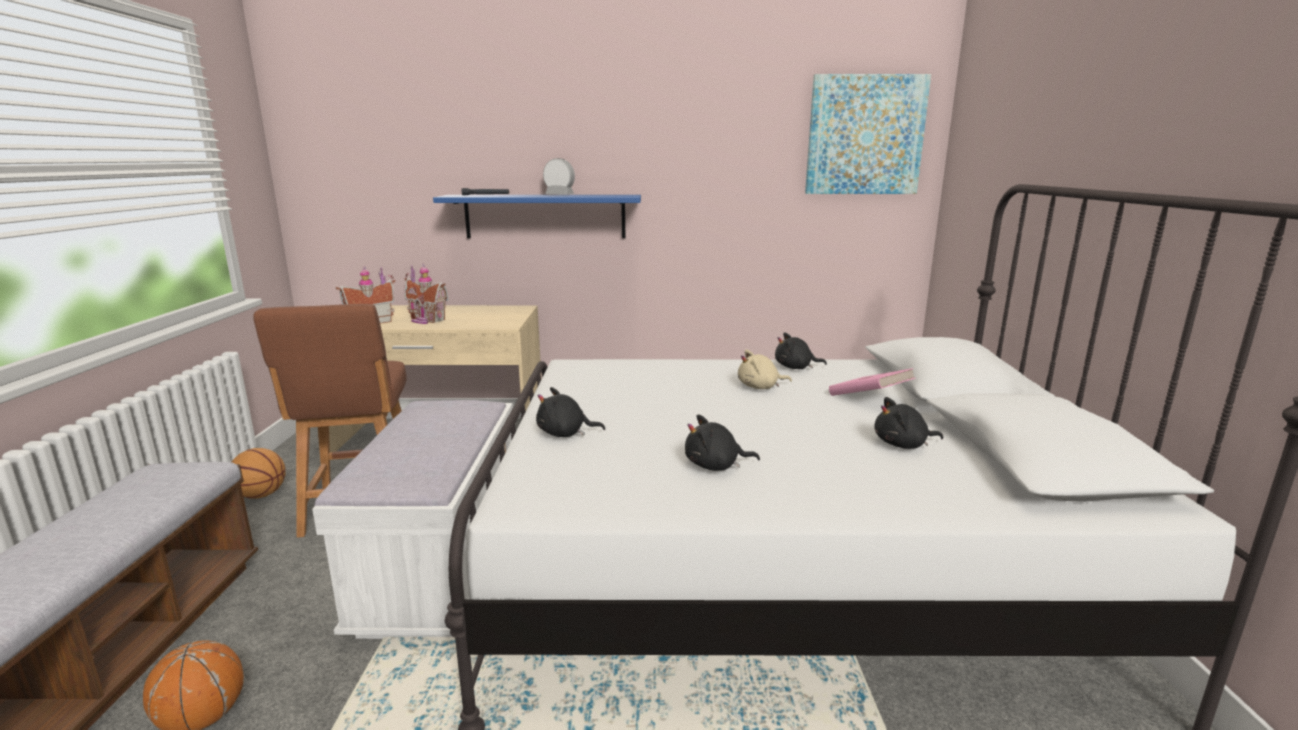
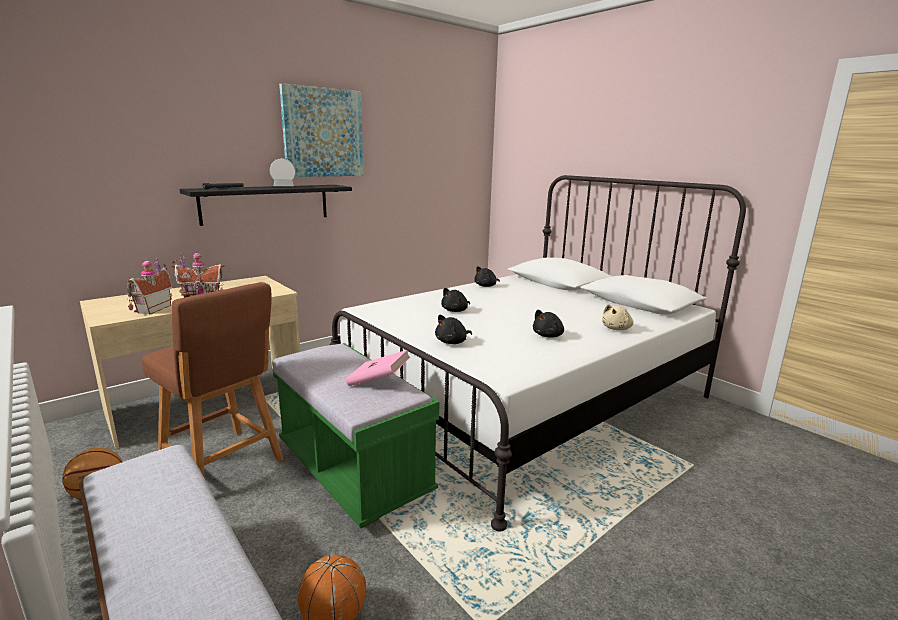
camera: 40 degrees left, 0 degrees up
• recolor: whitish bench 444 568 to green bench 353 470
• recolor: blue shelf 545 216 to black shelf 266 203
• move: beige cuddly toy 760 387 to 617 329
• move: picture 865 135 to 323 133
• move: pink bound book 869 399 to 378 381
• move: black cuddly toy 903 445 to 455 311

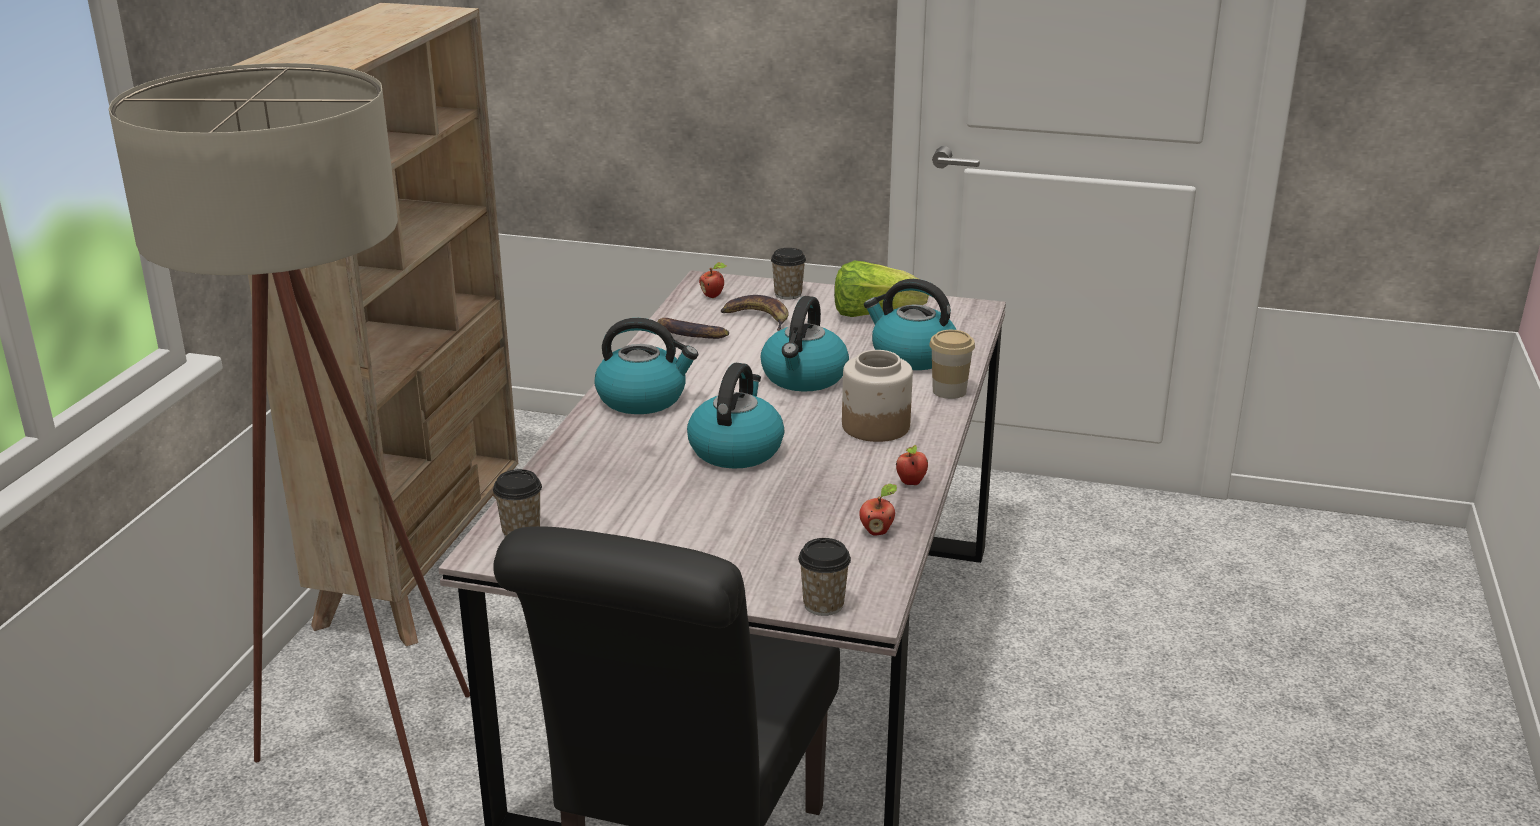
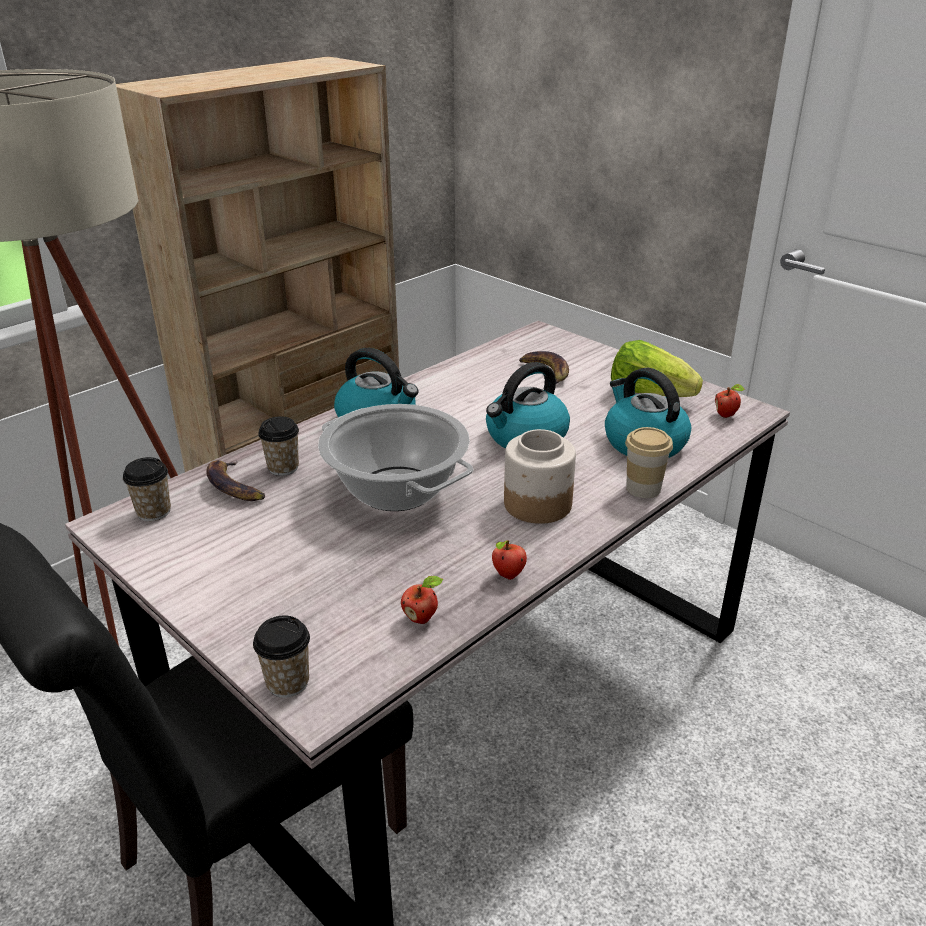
camera: 30 degrees right, 5 degrees up
• move: banana 689 335 to 233 486
• replace: tea kettle 736 449 to saucepot 395 489
• move: whole apple 713 296 to 726 415
• move: drinking cup 788 294 to 283 468

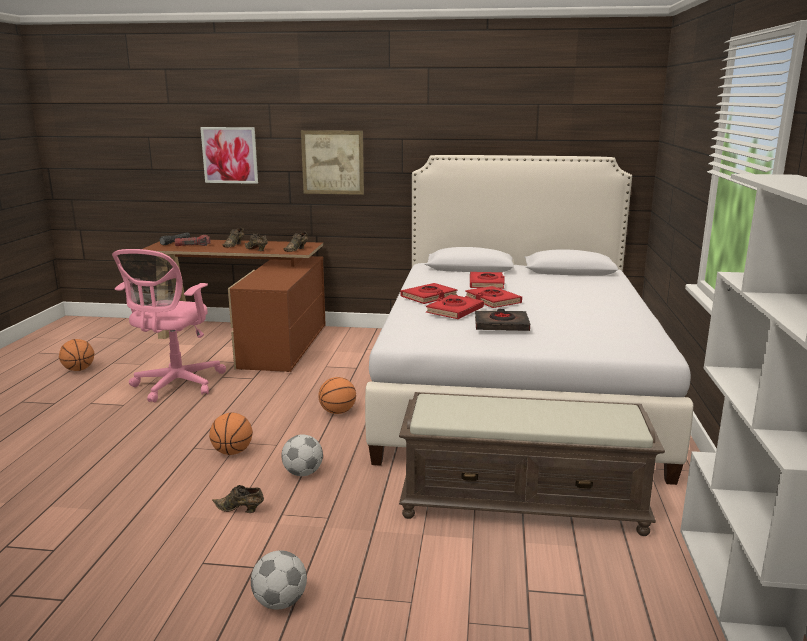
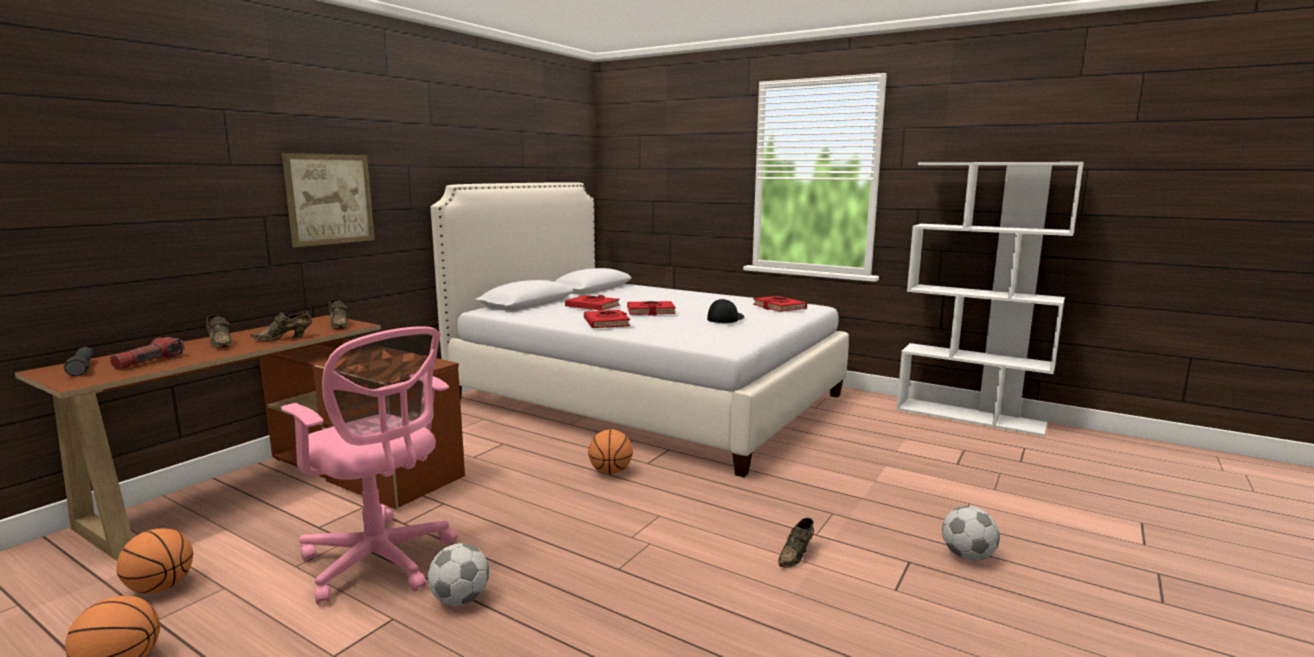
camera: 65 degrees left, 5 degrees down
• delete: picture 230 155
• move: basketball ball 232 452 to 160 588
• move: football 303 473 to 460 599
• delete: brown-coloured bench 523 504
• move: reddish bound book 454 311 to 779 307
• replace: black bound book 501 325 to peaked cap 725 318

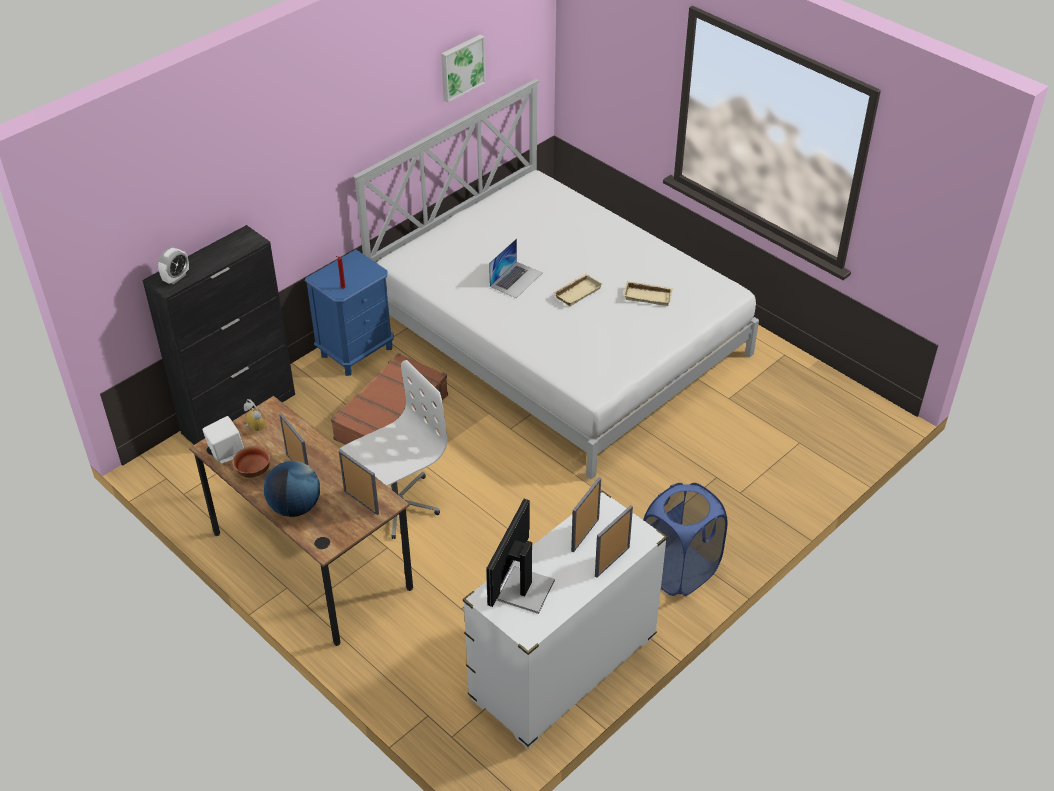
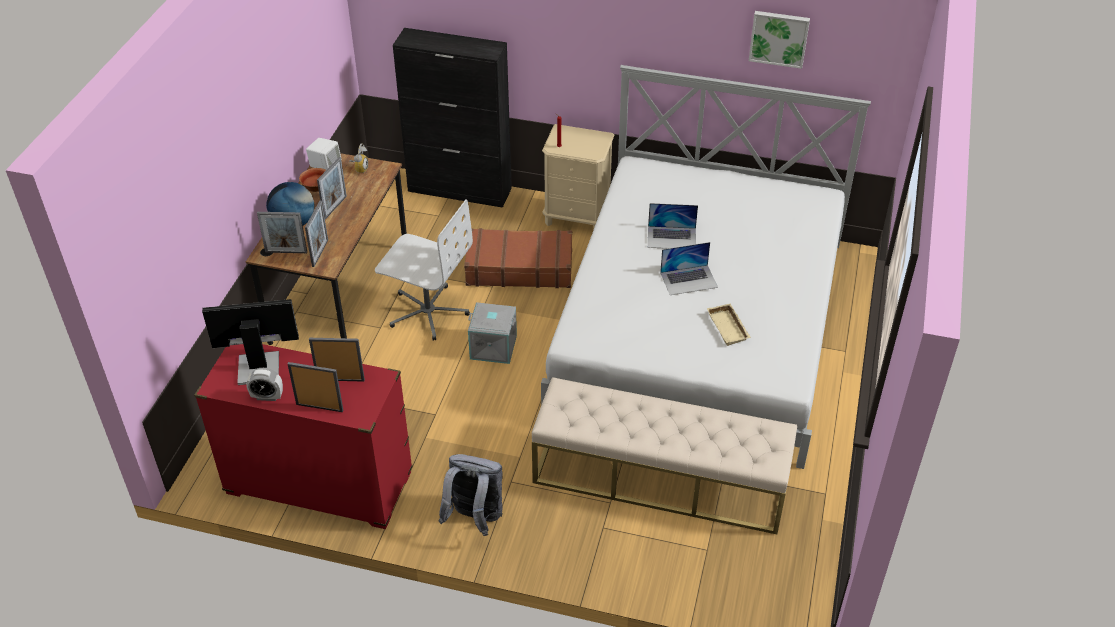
camera: 60 degrees right, 0 degrees up
• move: alarm clock 176 278 to 267 396
• recolor: blue night table 357 351 to beige night table 577 217
• recolor: whitish drawer chest 563 669 to reddish drawer chest 319 484
• replace: beige serving tray 577 292 to portable computer 689 280
• replace: blue laundry basket 679 570 to gray rucksack 474 518
• insert: standing frame 286 252
• insert: gray storage bin 494 346
• insert: beige bench 661 478

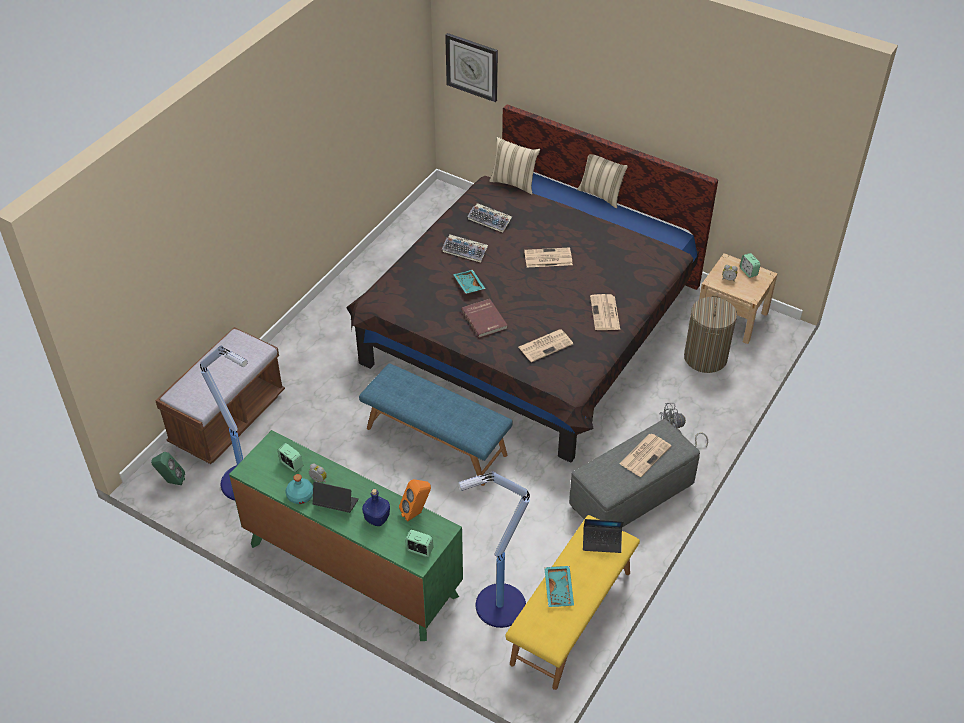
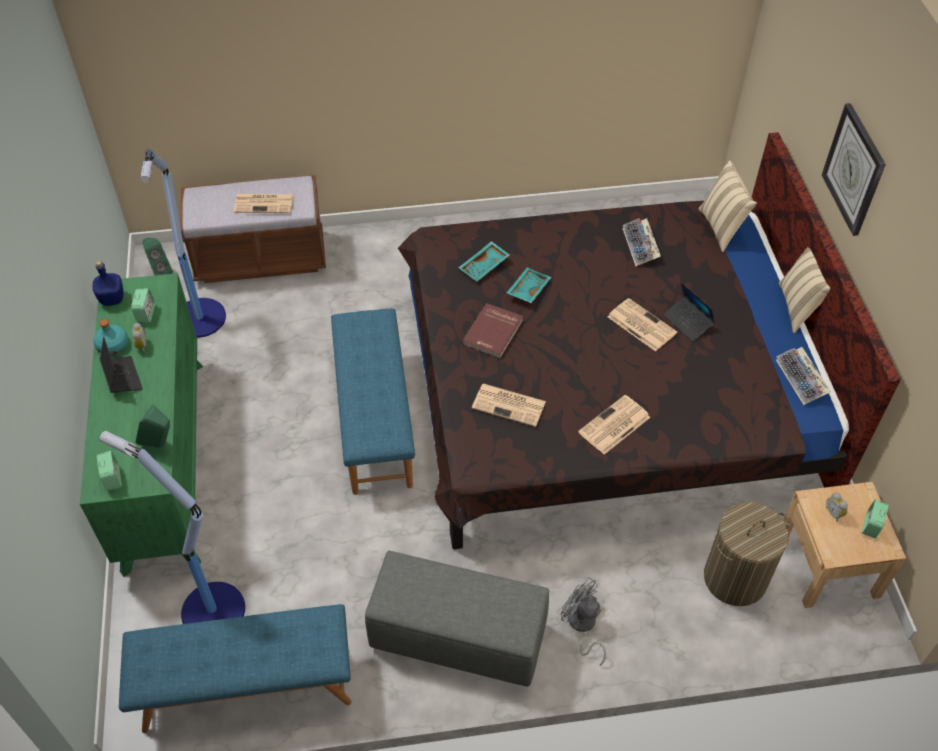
camera: 50 degrees right, 5 degrees up
• move: blue beverage bottle 376 518 to 112 298
• recolor: orange-coloured loudspeaker 416 513 to green loudspeaker 160 445
• move: computer keyboard 465 251 to 802 379
• move: hanging clock 472 67 to 854 169
• recolor: yellow-coloured bench 572 617 to blue bench 246 687
• move: turquoise serving tray 559 589 to 484 266
• move: portable computer 602 541 to 688 322
• move: daily paper 645 454 to 265 203

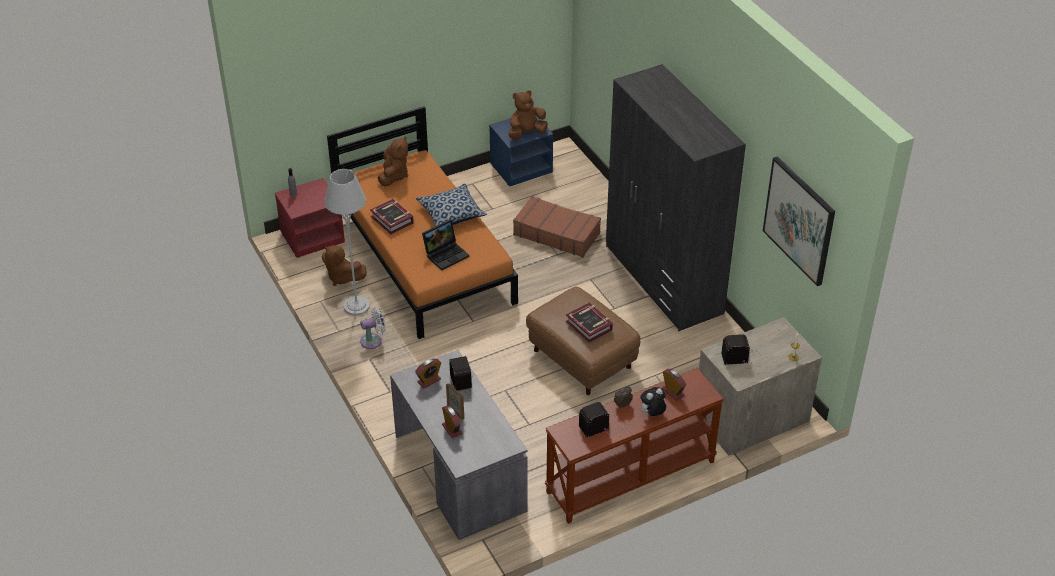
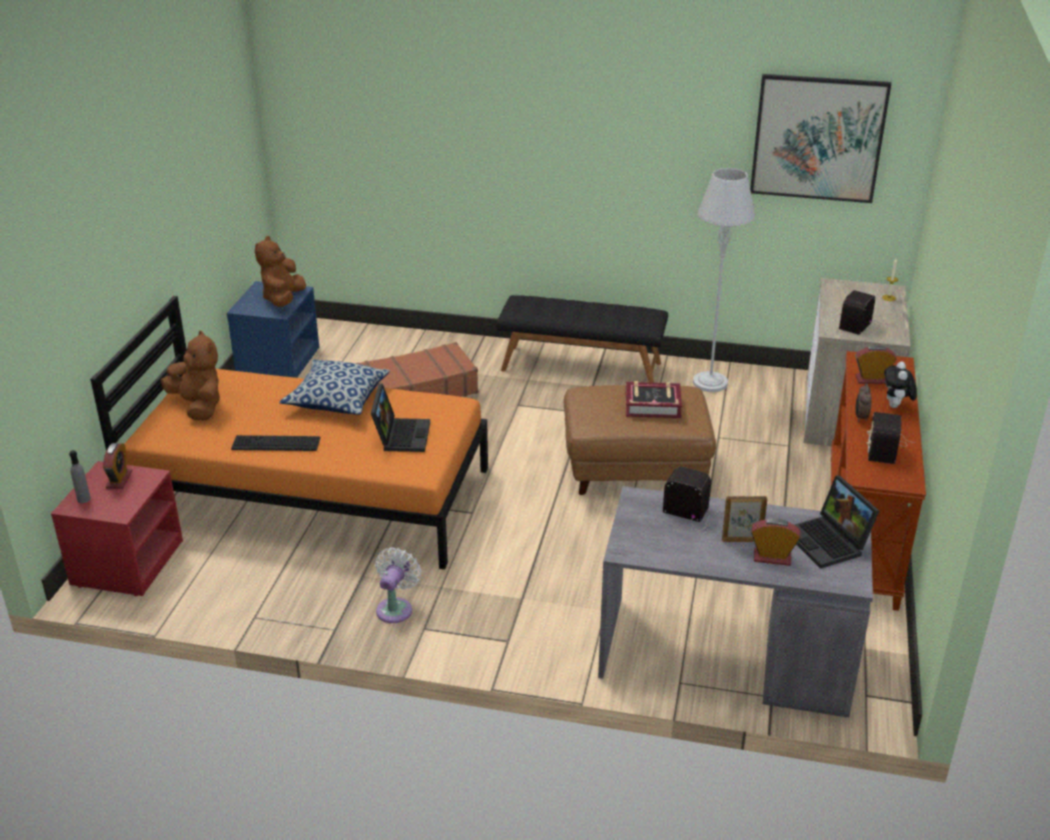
camera: 50 degrees left, 10 degrees down
• delete: brown-coloured cuddly toy 342 277
• move: gray standing lamp 356 306 to 710 383
• replace: bound book 392 220 to computer keyboard 276 443
• move: alarm clock 429 380 to 119 479
• replace: gray clothes cupboard 663 280 to black bench 581 366
• insert: portable computer 829 542

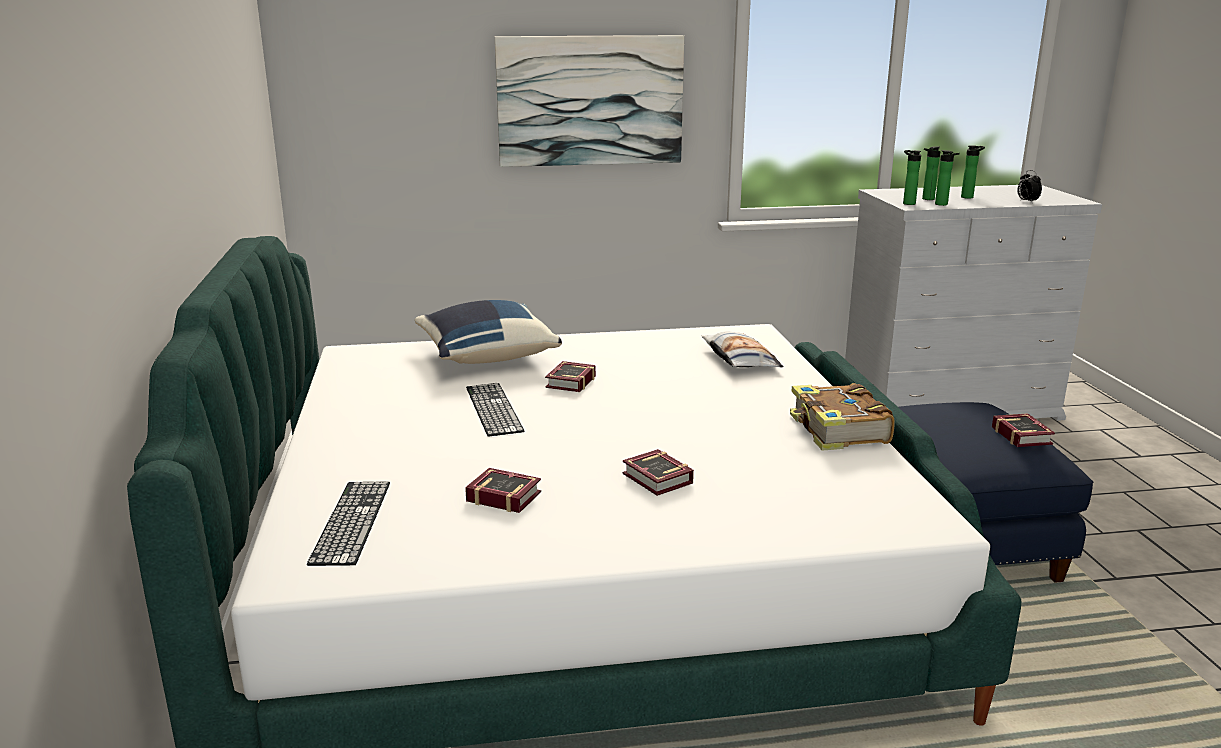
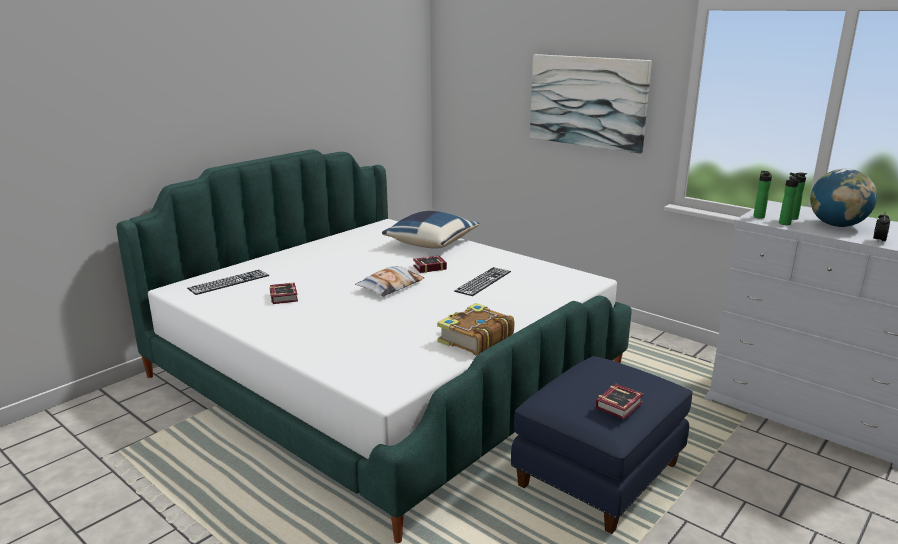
camera: 50 degrees right, 0 degrees up
• move: computer keyboard 493 409 to 483 281
• delete: bound book 657 480
• move: cushion 739 359 to 390 286
• replace: beverage bottle 968 197 to desk globe 837 225

